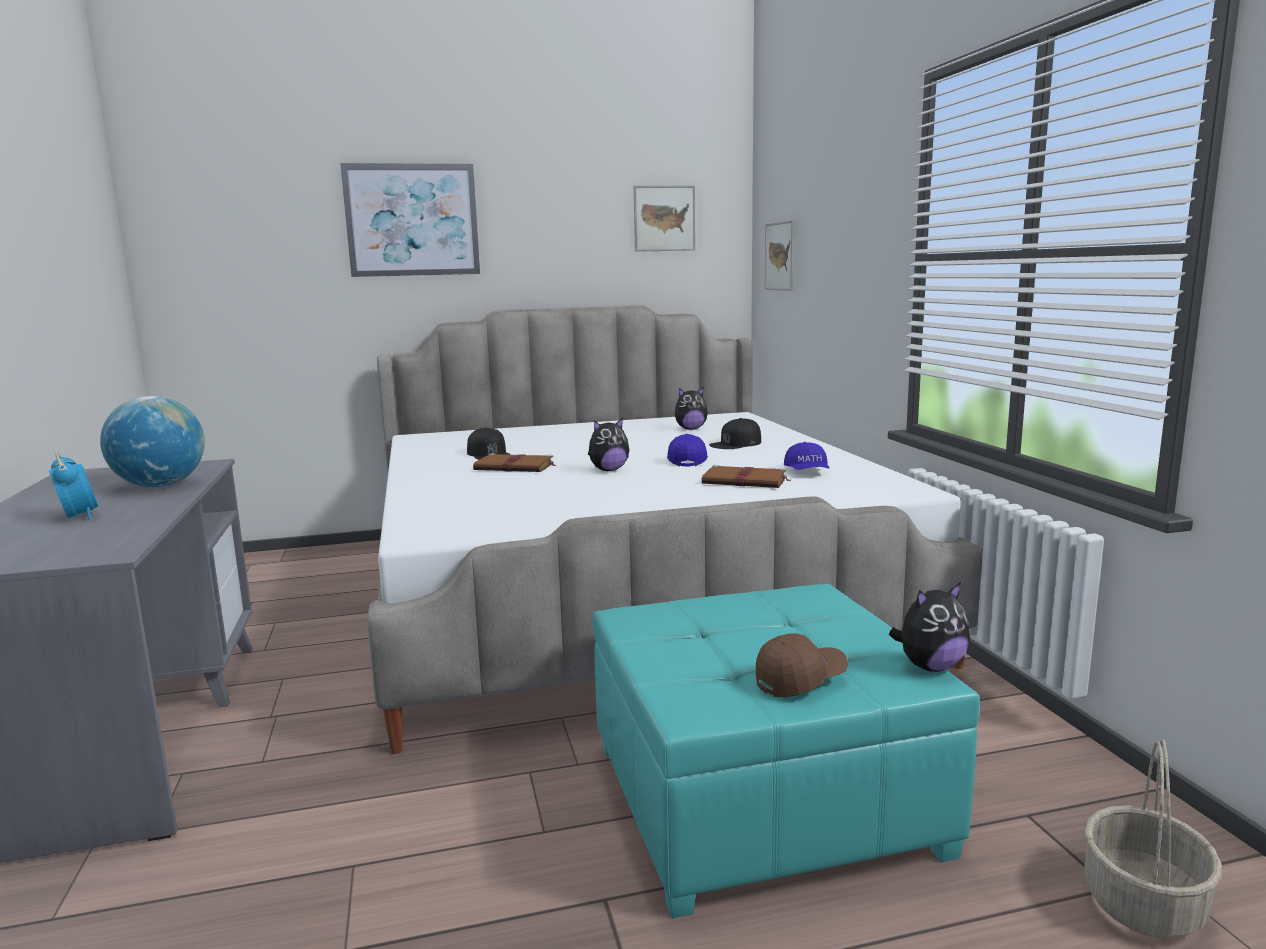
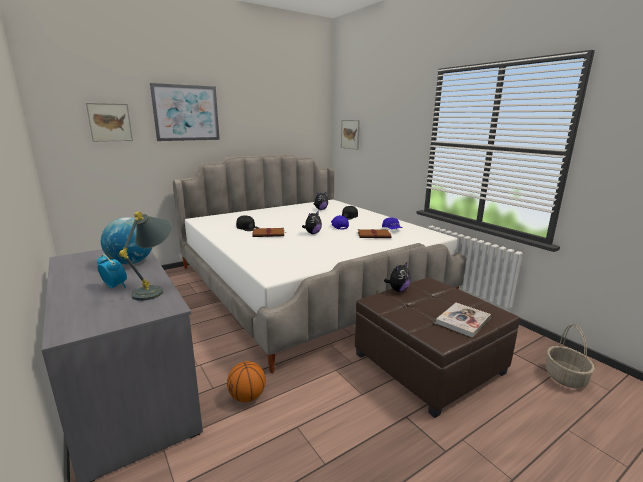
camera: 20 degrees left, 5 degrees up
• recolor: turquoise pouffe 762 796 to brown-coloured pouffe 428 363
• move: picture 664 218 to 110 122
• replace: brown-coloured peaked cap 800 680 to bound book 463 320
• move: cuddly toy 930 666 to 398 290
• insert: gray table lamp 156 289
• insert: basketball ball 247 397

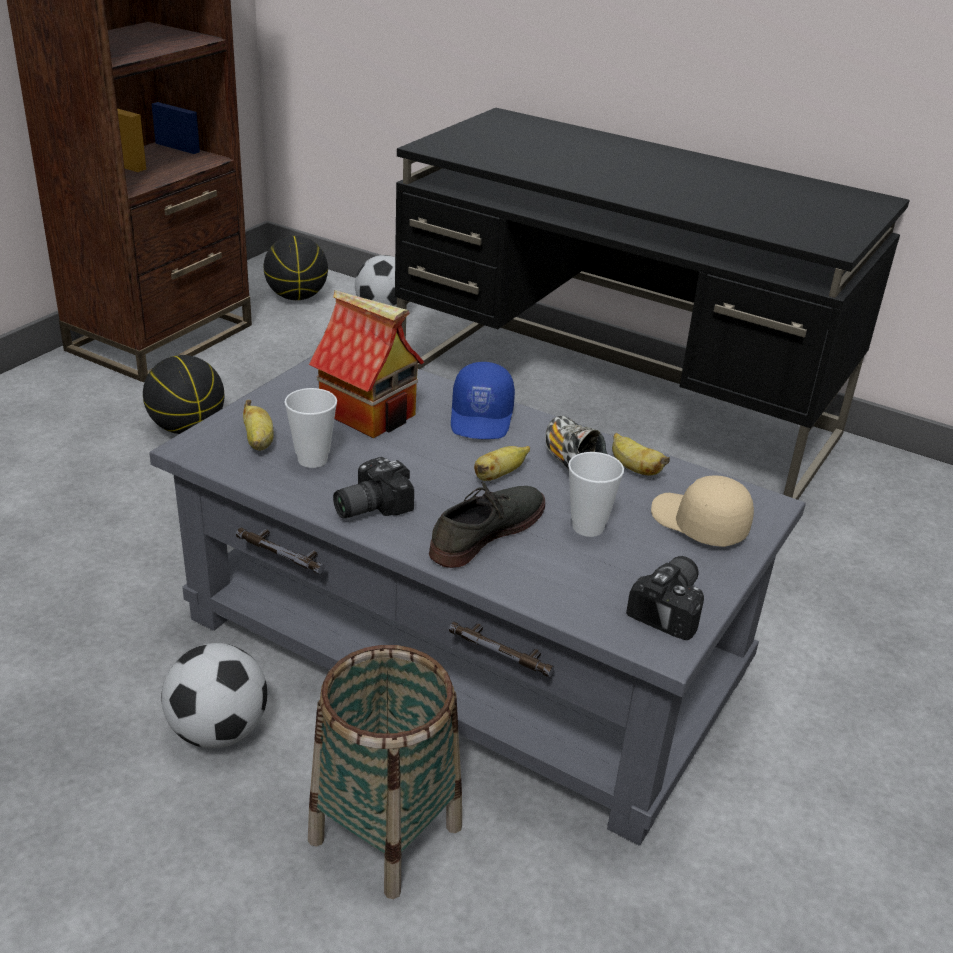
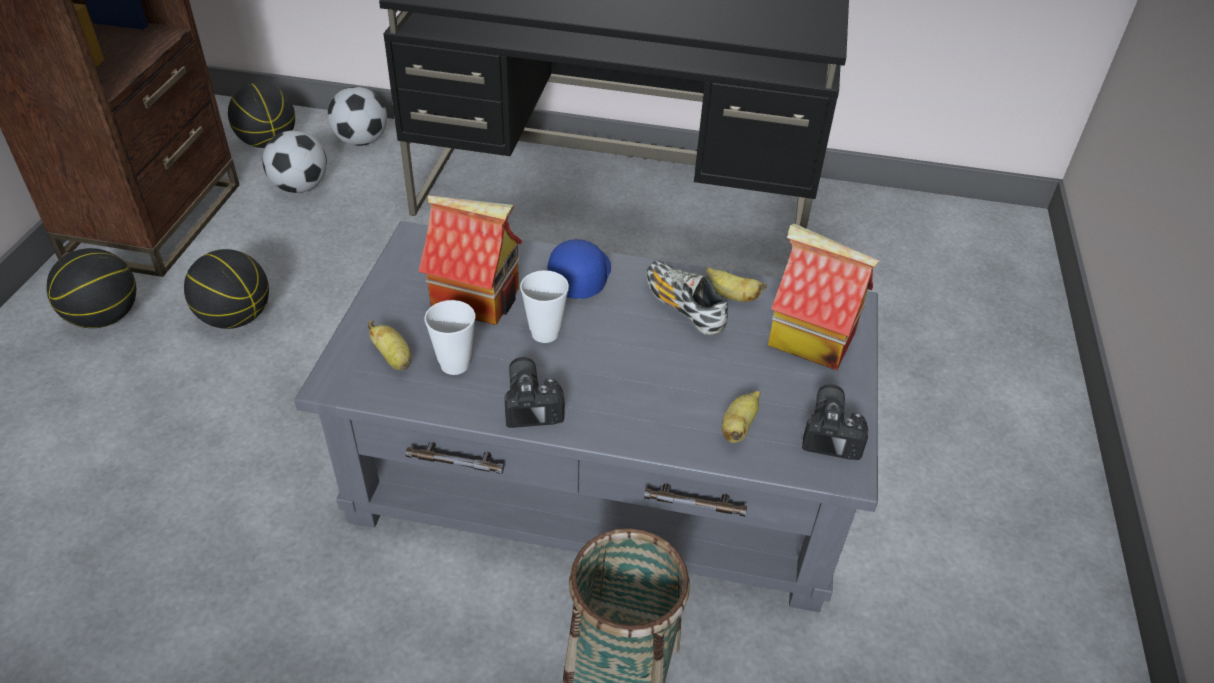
camera: 20 degrees left, 10 degrees up
• move: football 218 731 to 300 187
• rotate: still camera 368 506 = 533 401 135 degrees clockwise
• delete: gray item of footwear 487 531
• rotate: blue peaked cap 482 418 = 579 276 150 degrees counterclockwise
• move: banana 499 475 to 738 427
• move: drinking cup 588 527 to 545 333
• replace: beige peaked cap 698 524 to toy house 809 339
• insert: basketball ball 104 317

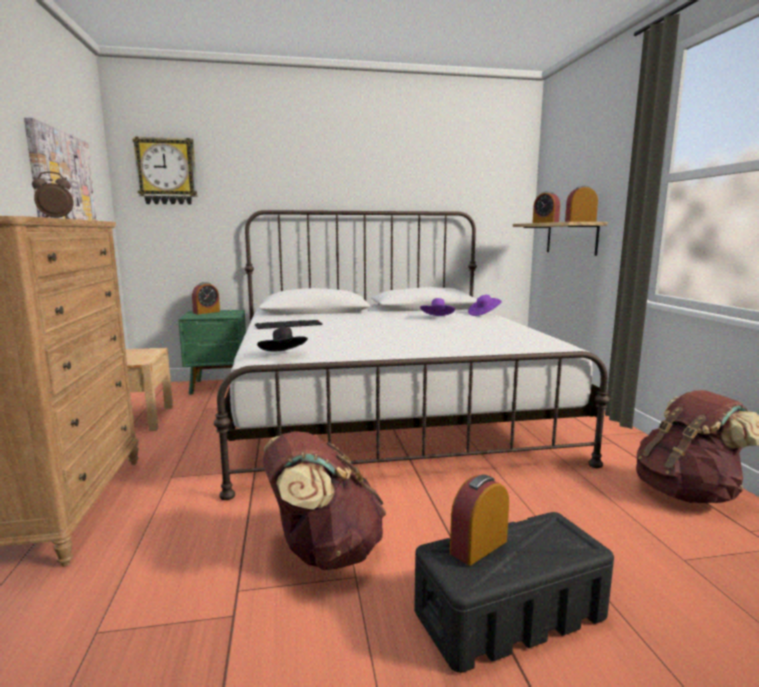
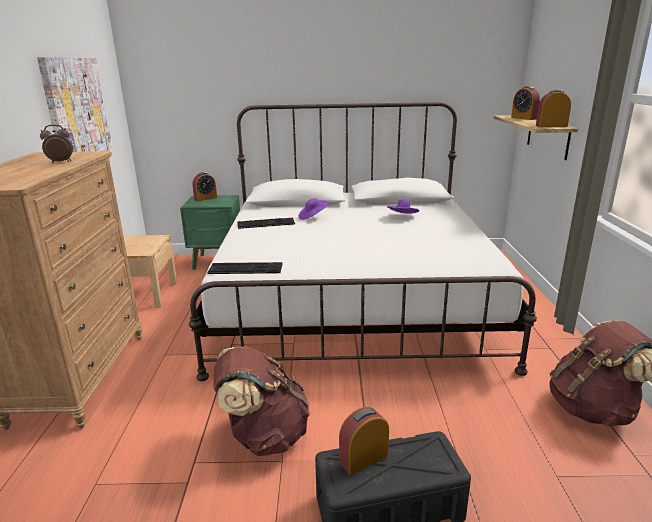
camera: 10 degrees right, 10 degrees up
• delete: hanging clock 167 171
• replace: black wearable hat 284 355 to computer keyboard 246 268
• move: purple wearable hat 484 314 to 313 217

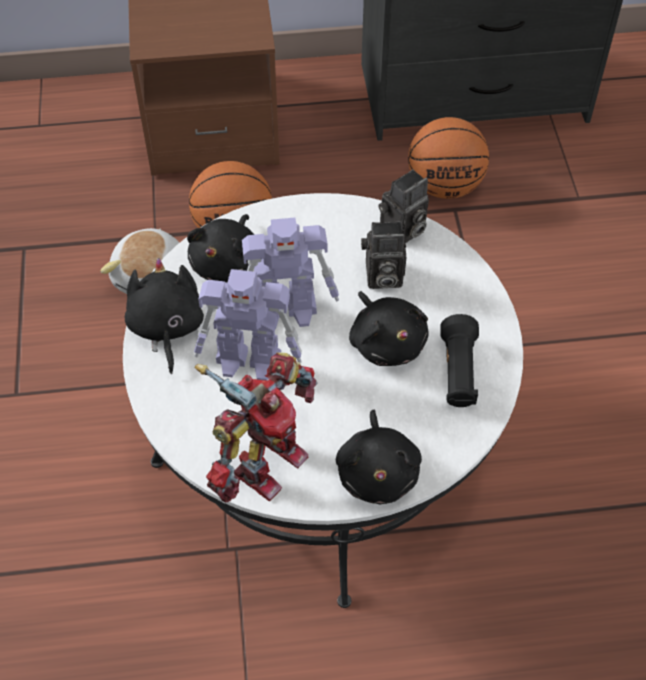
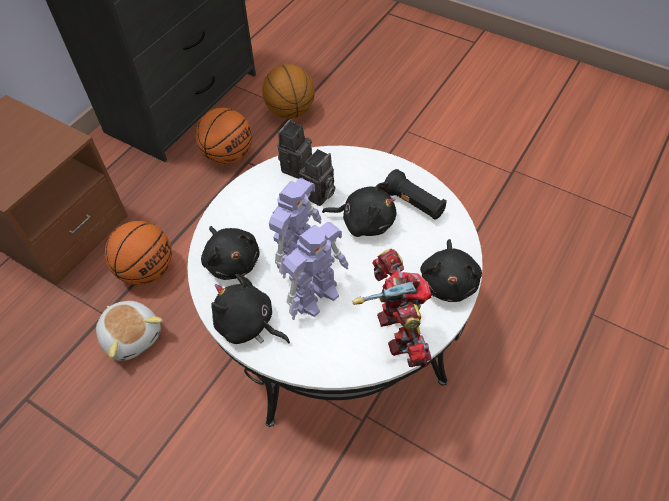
camera: 50 degrees left, 0 degrees up
• rotate: black cuddly toy 378 472 = 448 282 60 degrees clockwise
• rotate: still camera 402 231 = 296 166 150 degrees counterclockwise
• insert: basketball ball 290 111

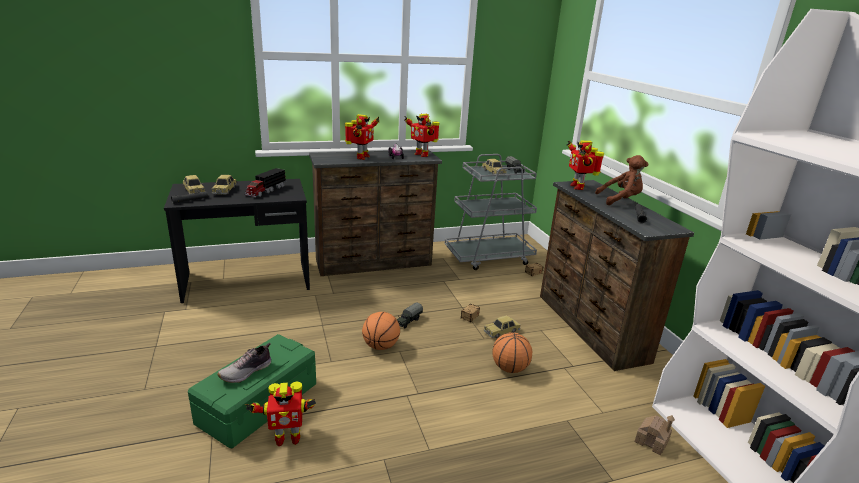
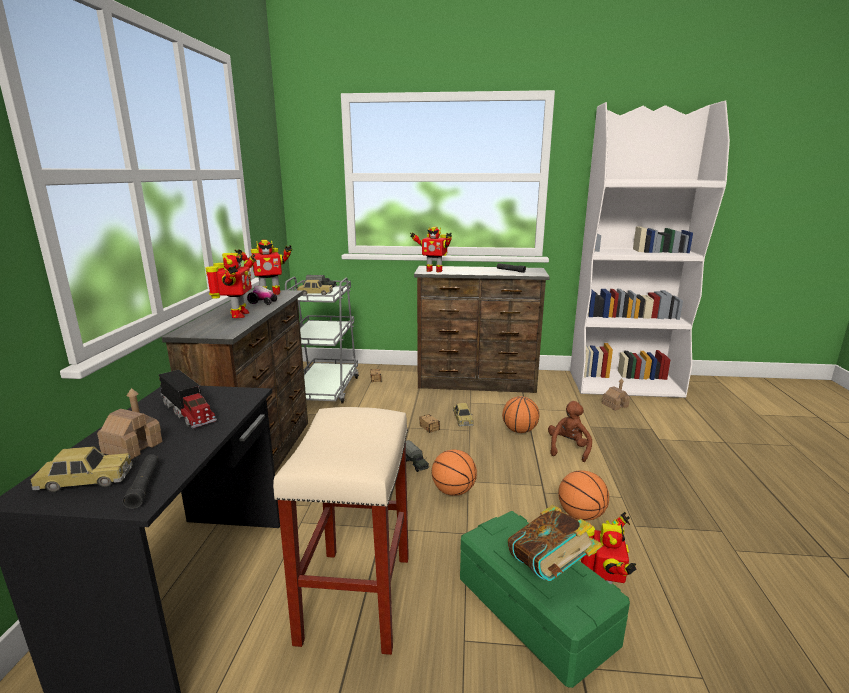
camera: 65 degrees left, 5 degrees down
• replace: toy car 225 190 to toy house 132 447
• replace: item of footwear 247 372 to bound book 549 569
• rotate: robot figure 361 157 = 237 315 45 degrees clockwise
• move: brown-coloured cuddly toy 620 200 to 568 448
• insert: beige sitting stool 356 599
• insert: basketball ball 580 515

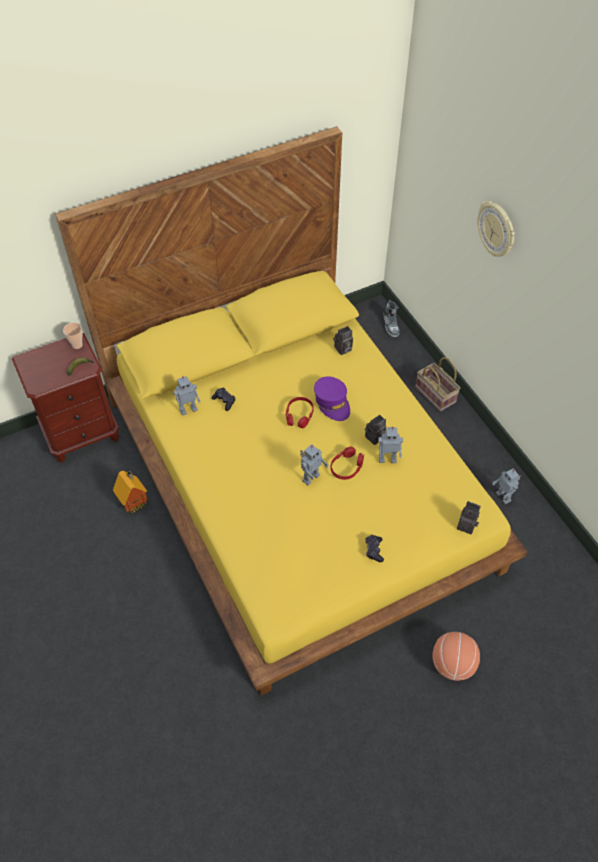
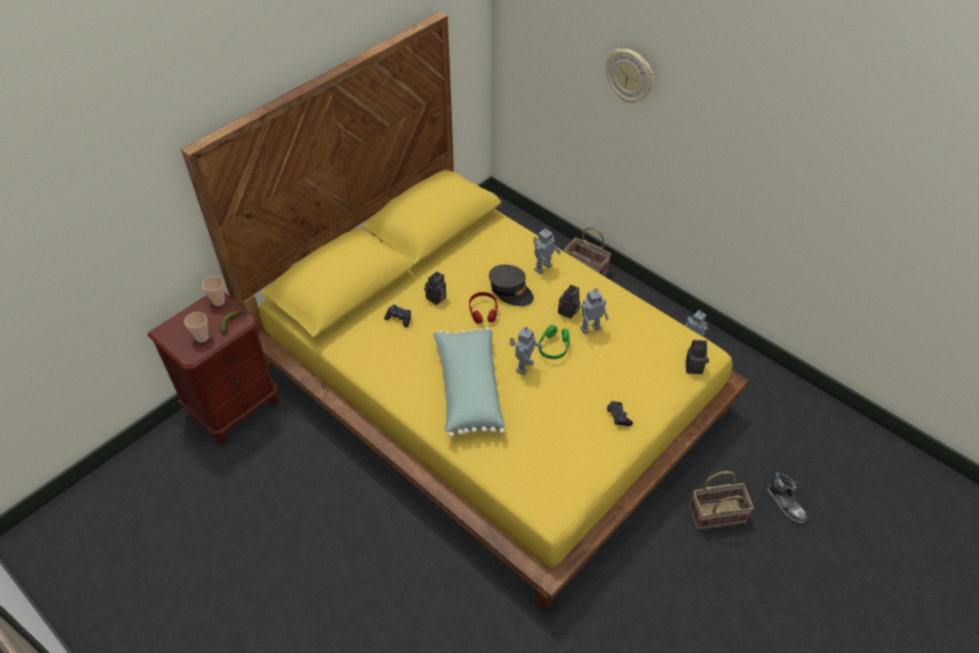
camera: 20 degrees left, 5 degrees down
• delete: toy house 135 504
• move: robot figure 188 409 to 542 267
• recolor: purple peaked cap 332 403 to gray peaked cap 511 291
• recolor: reddish headphones 346 467 to green headphones 554 347
• move: still camera 342 350 to 436 299
• move: item of footwear 391 324 to 786 504
• replace: basketball ball 452 664 to storage basket 718 513
• insert: drinking cup 202 338
• insert: green cushion 468 389

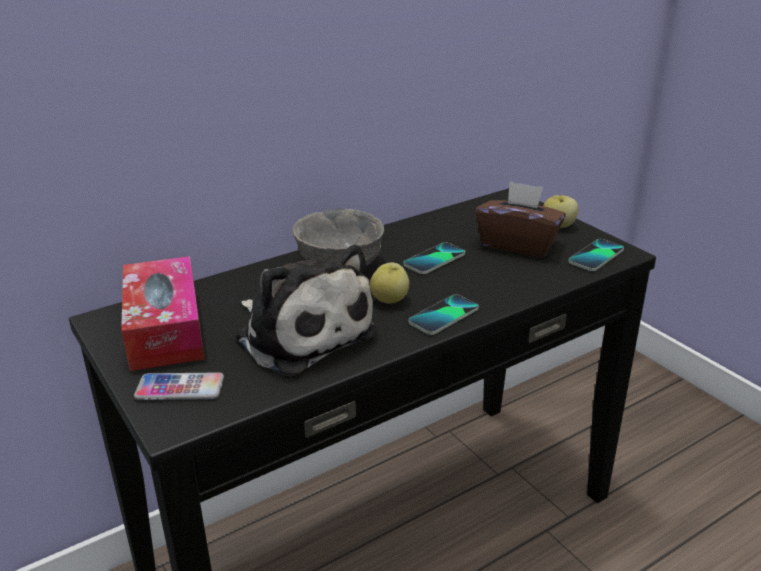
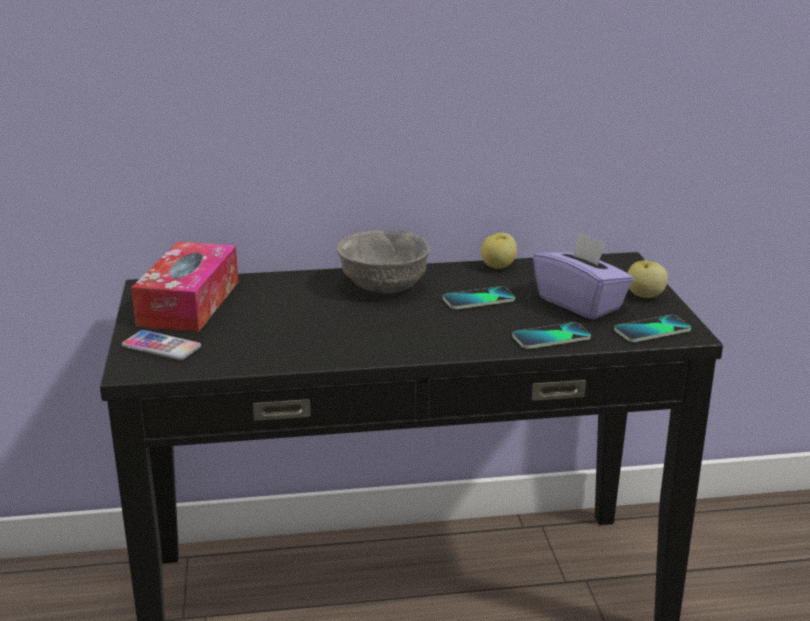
camera: 25 degrees right, 5 degrees down
• delete: cuddly toy 302 333
• move: whole apple 390 299 to 498 266
• move: telephone 444 316 to 551 337
• recolor: brown-coloured tissue holder 518 244 to purple tissue holder 580 303

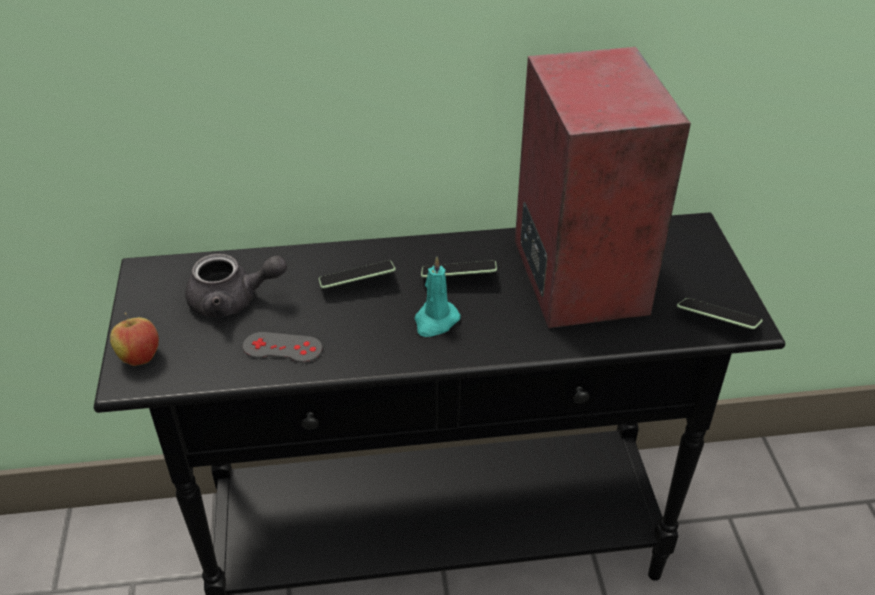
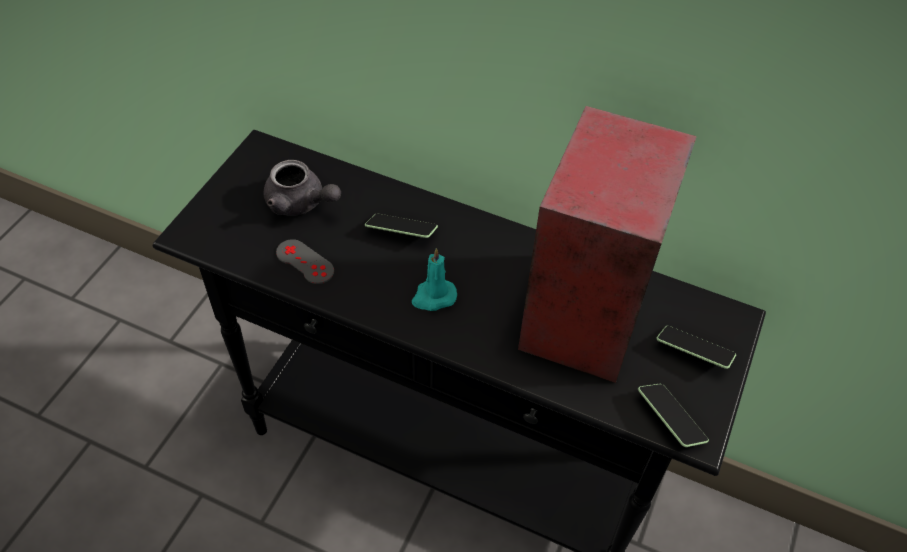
camera: 30 degrees right, 10 degrees up
• delete: whole apple 140 357
• move: telephone 458 277 to 693 352

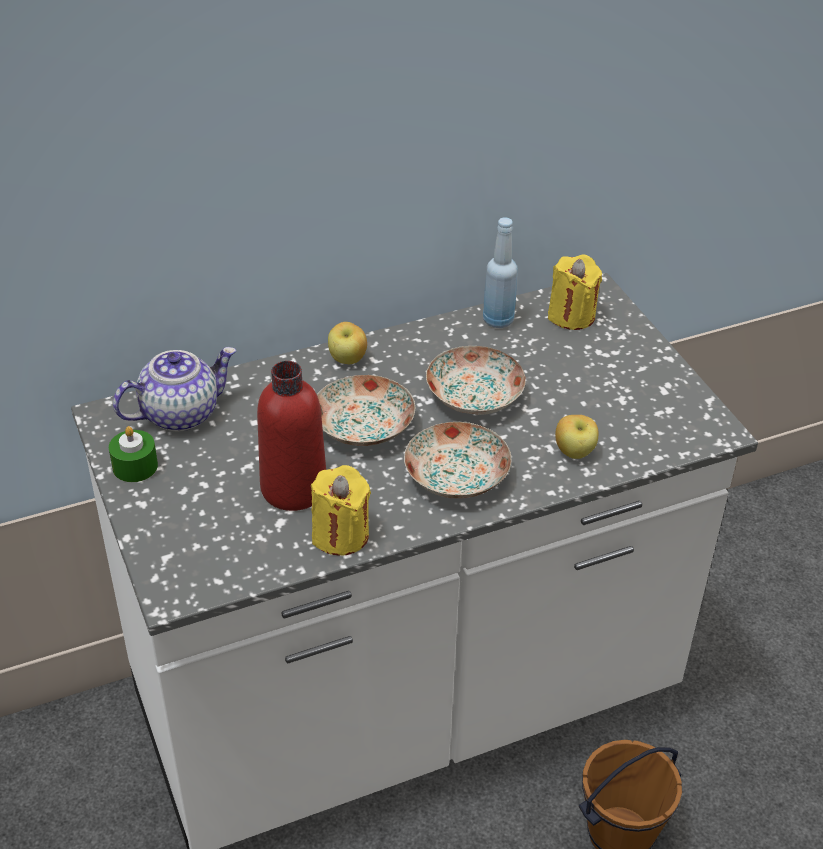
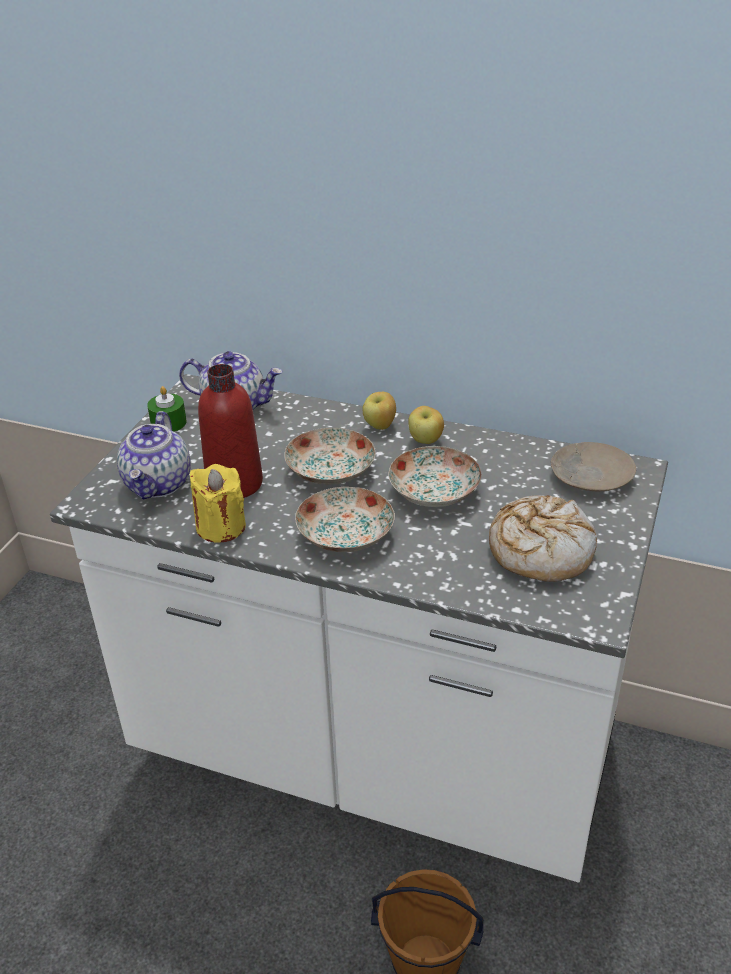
camera: 45 degrees right, 5 degrees down
• delete: blue beverage bottle 498 320
• replace: yellow-coloured candle 571 315 to beige plate 590 476
• move: whole apple 574 453 to 426 440
• insert: pot for tea 159 484
• insert: bakery bread 539 550

